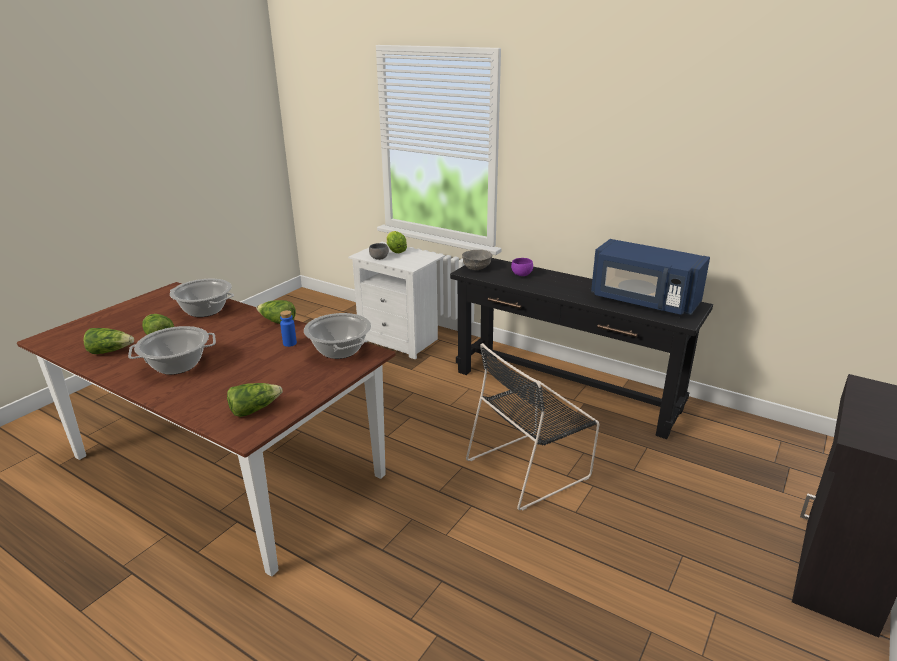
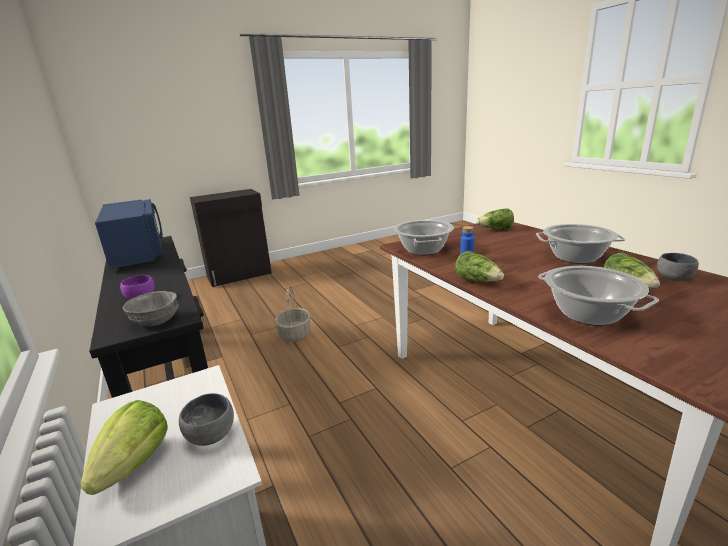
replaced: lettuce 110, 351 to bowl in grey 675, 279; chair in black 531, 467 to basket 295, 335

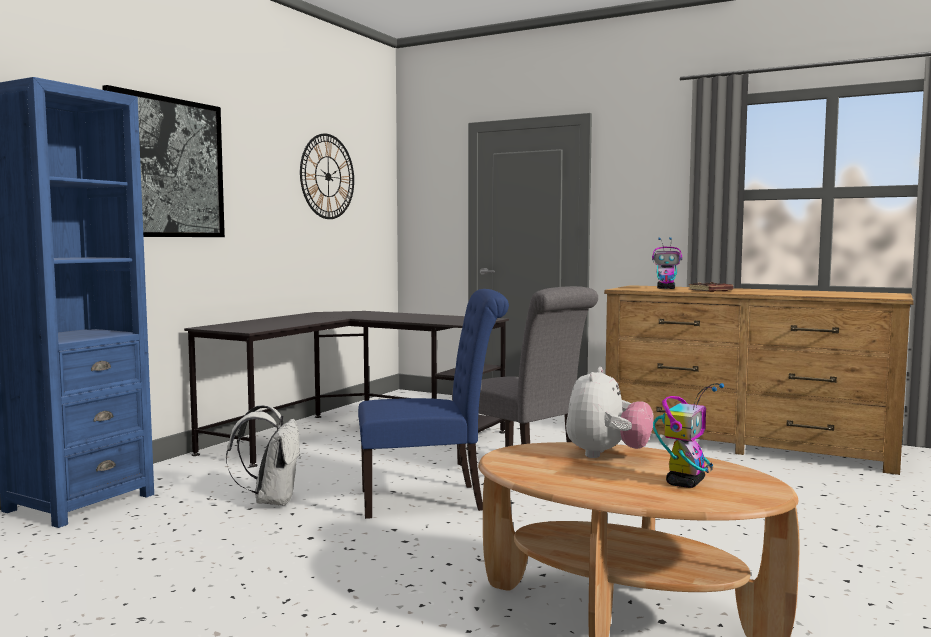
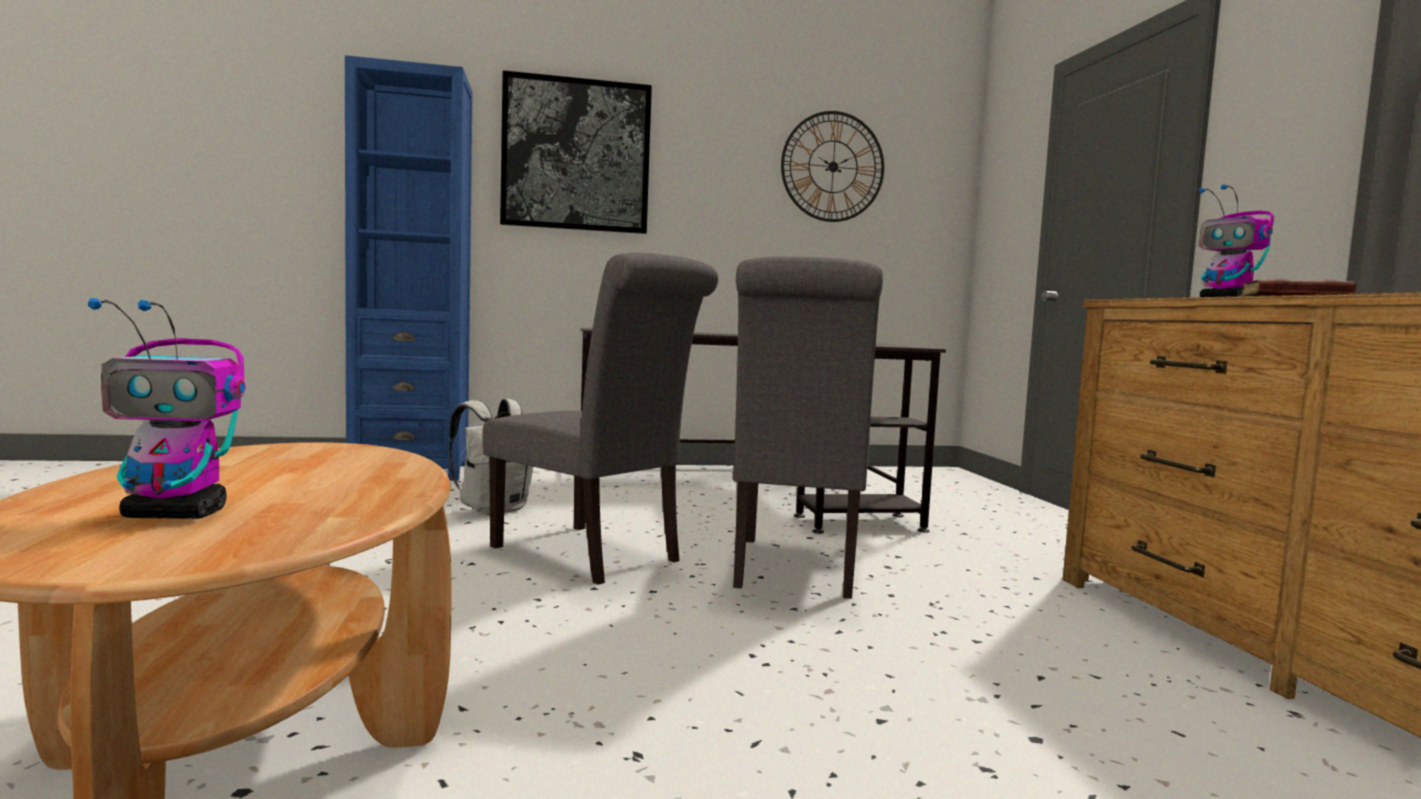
removed: plush toy 606, 455
recoloured: chair in blue 430, 500 to chair in grey 594, 556

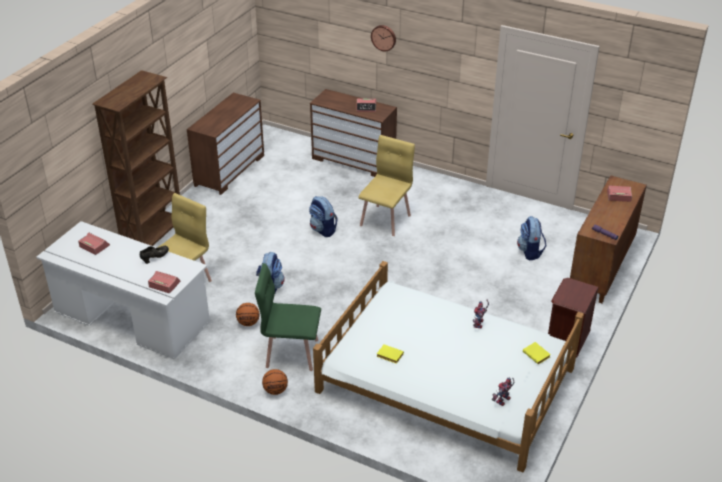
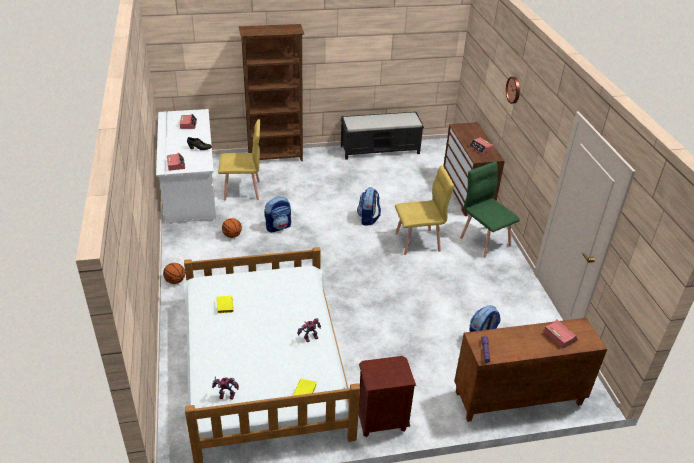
moved: chair in green 291, 353 to 485, 241
replaced: dresser in brown 229, 170 to bench in black 380, 150

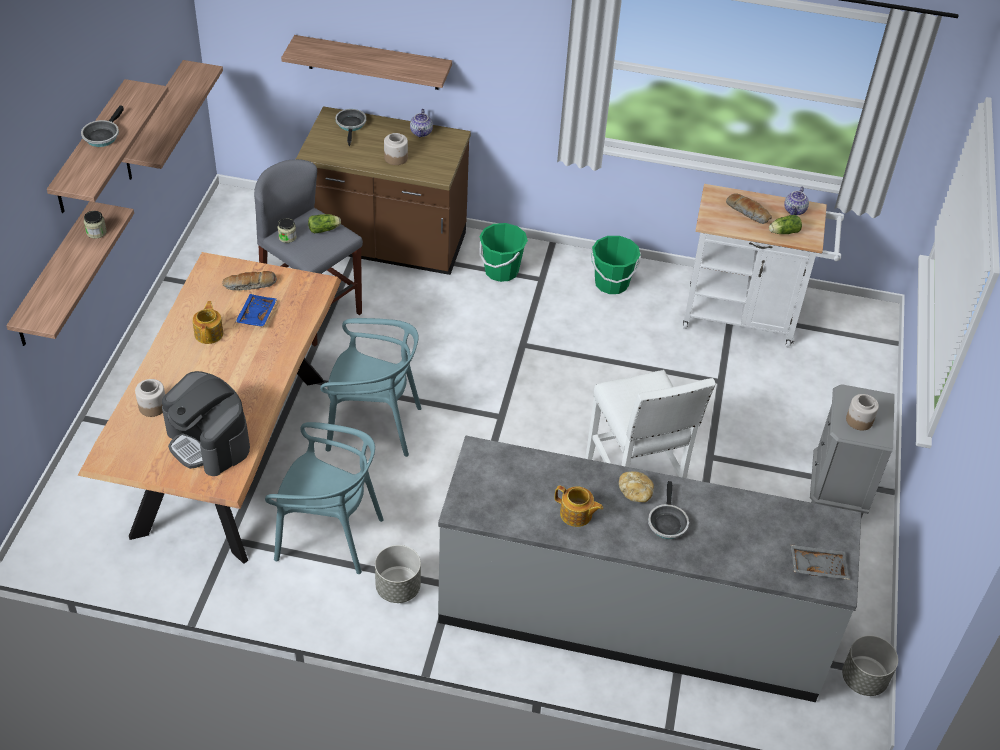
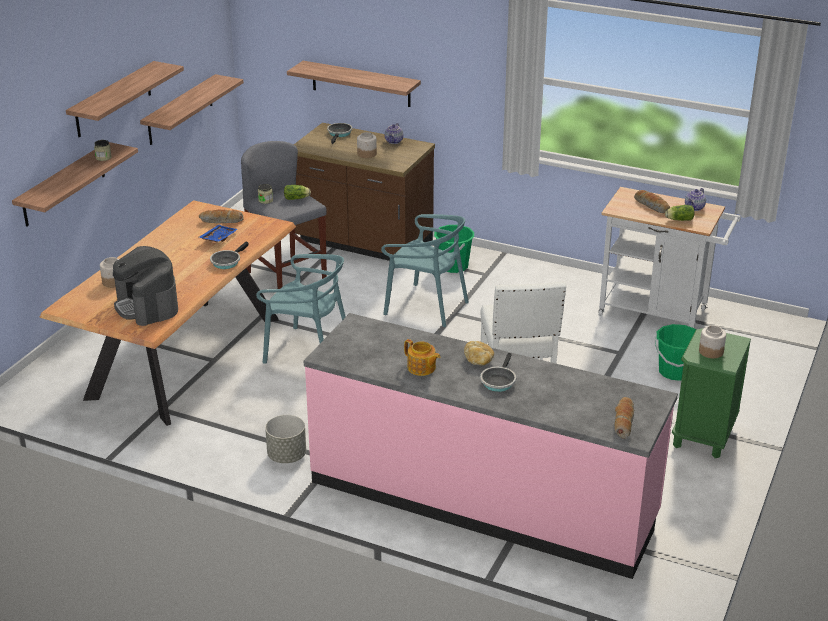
removed: teapot 209, 333; planter in grey 863, 679
moved: frying pan 102, 135 to 227, 261; chair in turquoise 329, 535 to 426, 306; bucket in green 611, 283 to 675, 372
replaced: tray in grey 817, 566 to bread 623, 422
recoloured: counter in grey 631, 618 to counter in pink 482, 499; nightstand in grey 837, 490 to nightstand in green 703, 436

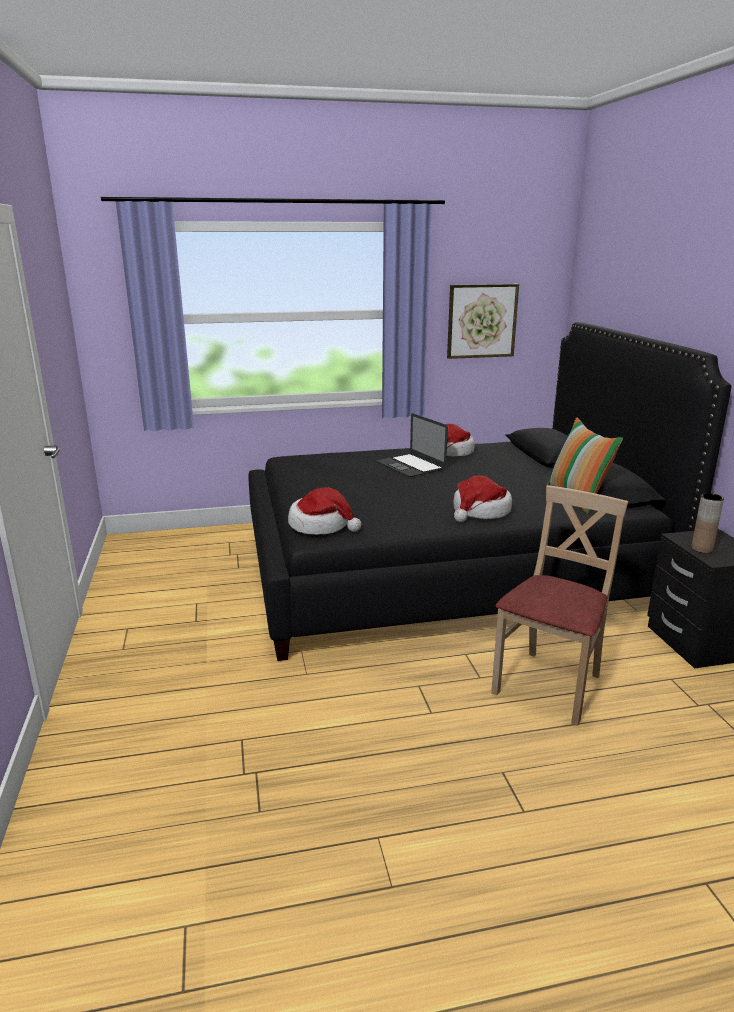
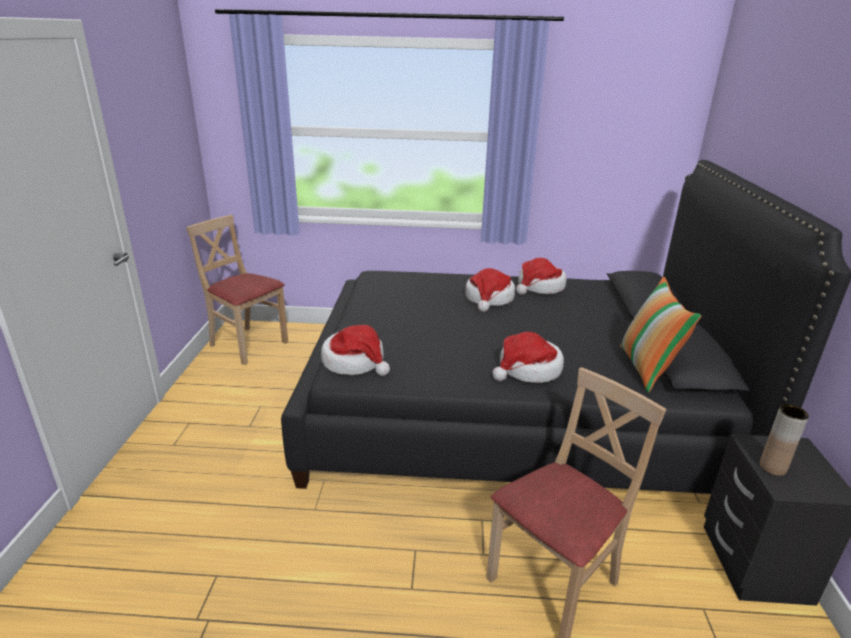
removed: picture 481, 321
added: chair in beige 248, 344
replaced: laptop 411, 465 to hat 489, 299

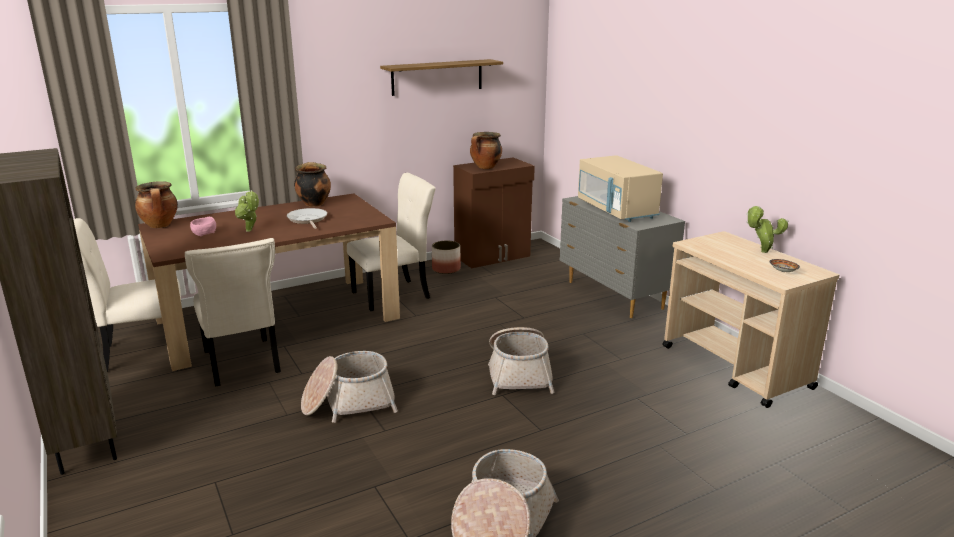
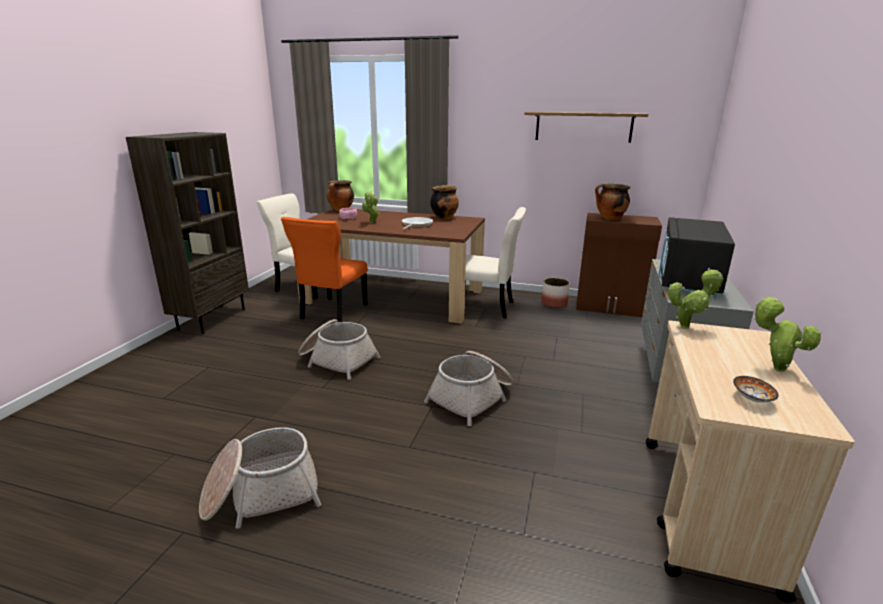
added: potted plant 687, 327
recoloured: chair in beige 242, 364 to chair in orange 332, 313; microwave in beige 616, 210 to microwave in black 687, 281

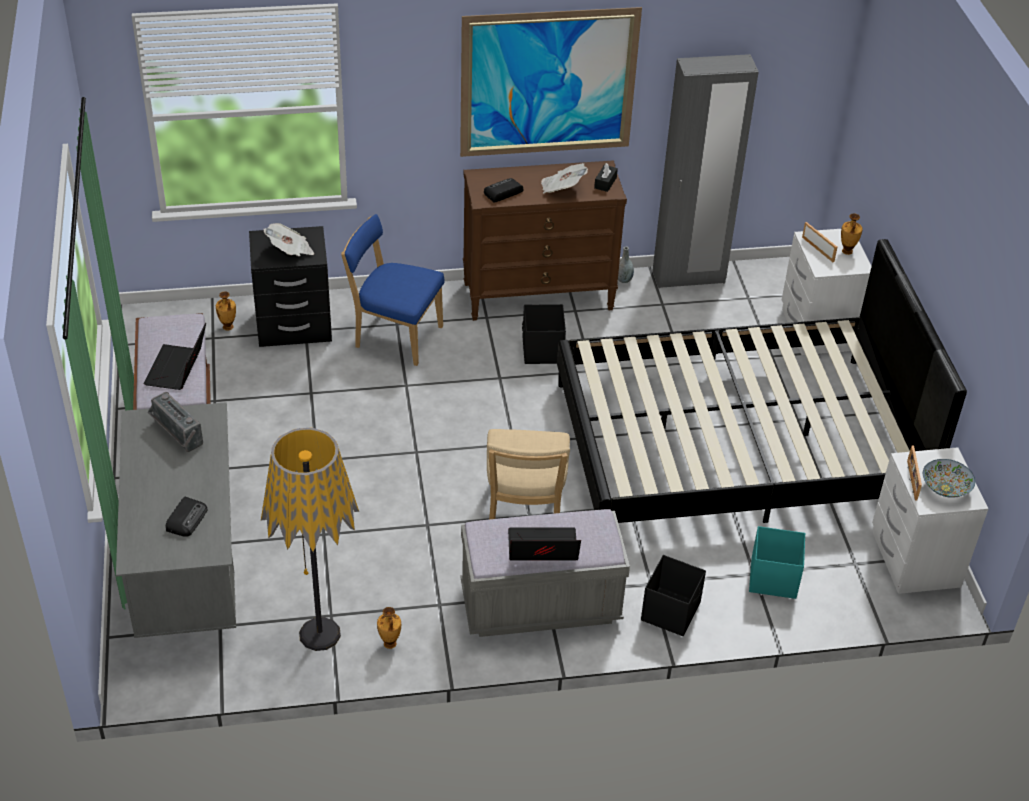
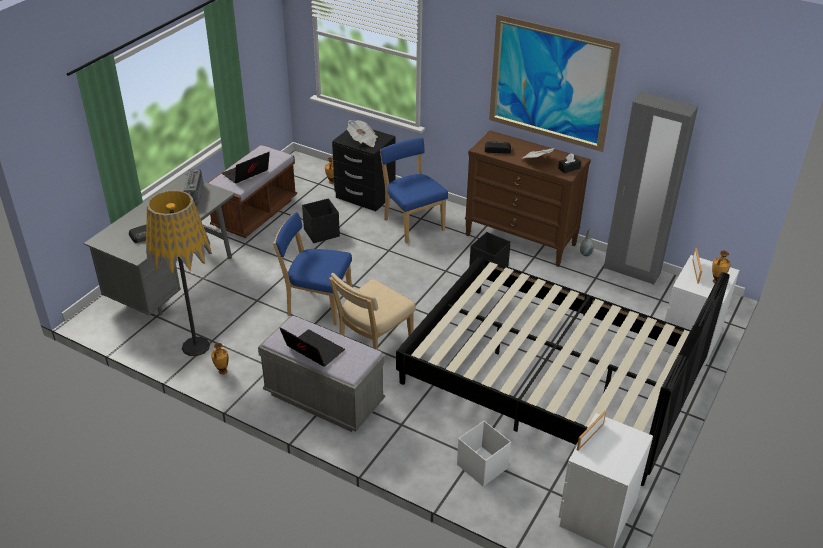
removed: bowl 945, 488
added: chair in blue 316, 304
moved: storage box in black 671, 611 to 322, 233
recoloured: storage box in turquoise 772, 578 to storage box in white 482, 466

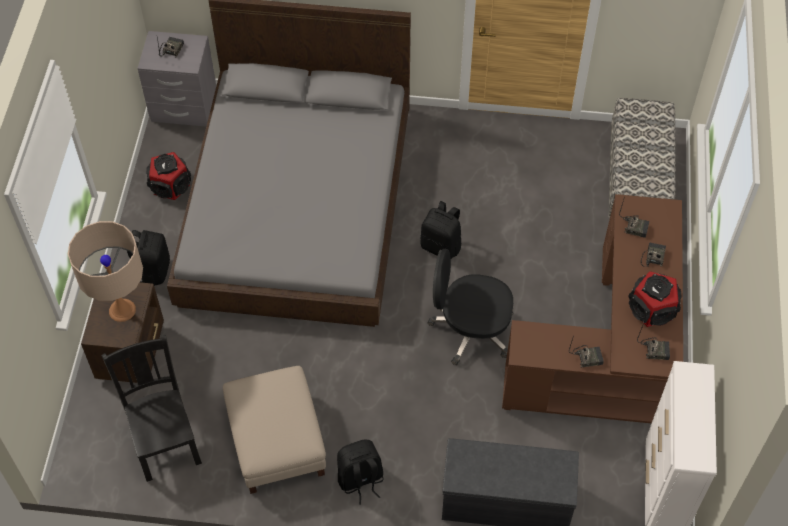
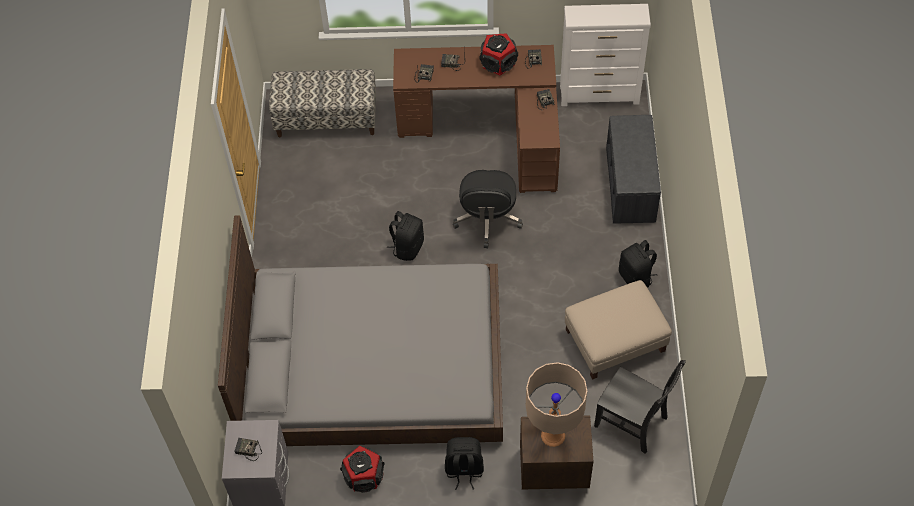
turned: chair in black 165, 440 = 633, 423 120 degrees counterclockwise

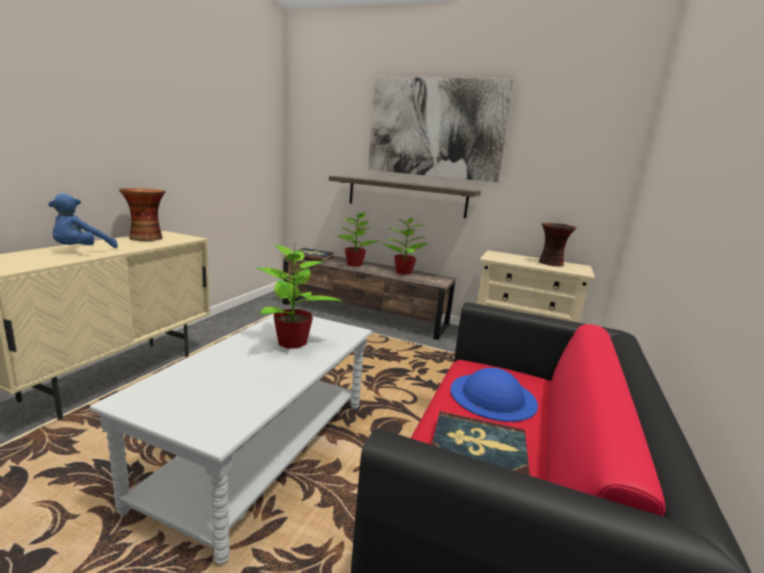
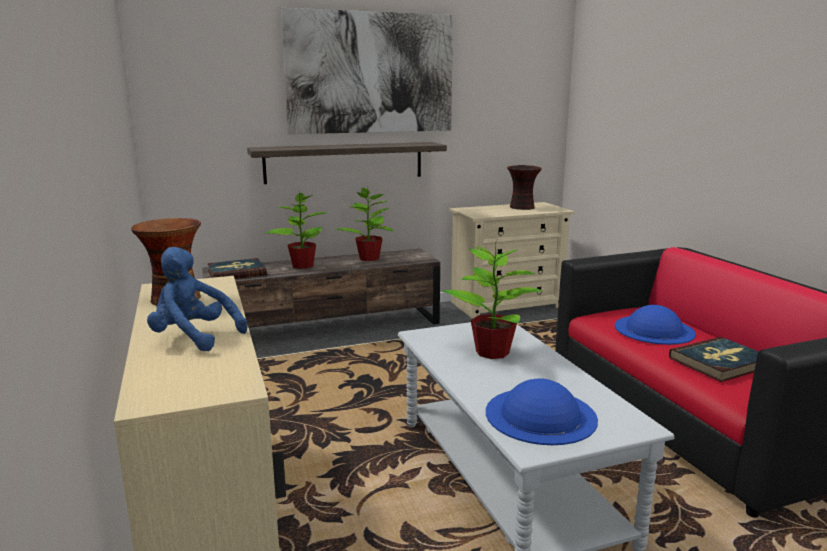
added: hat in blue 540, 415
turned: plush toy in blue 81, 251 = 193, 338 135 degrees clockwise

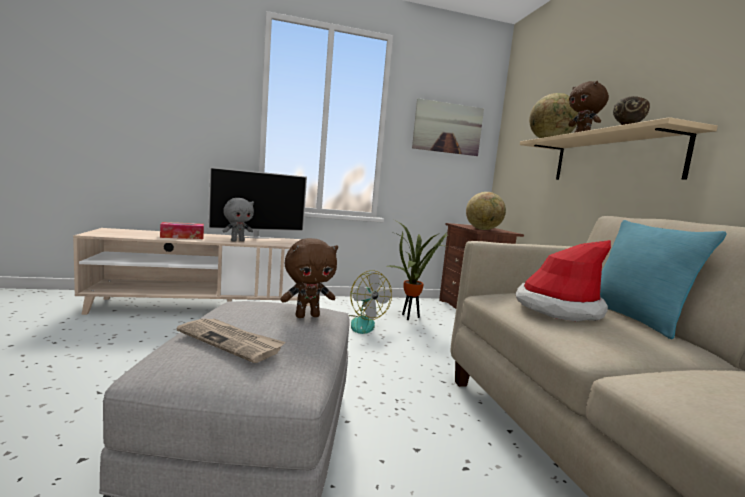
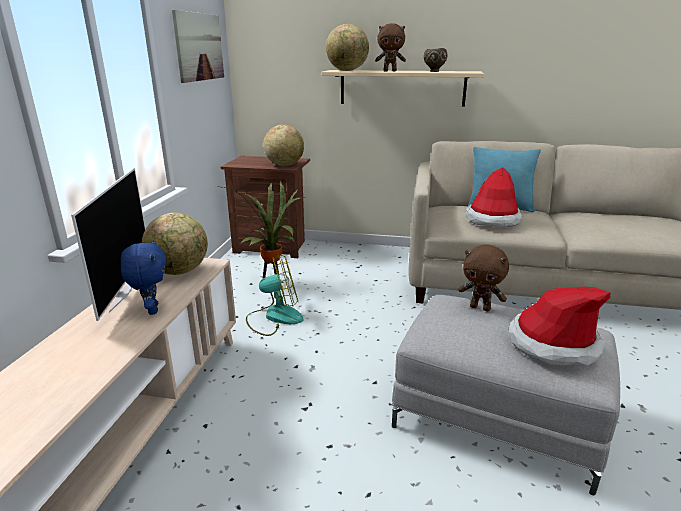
removed: tissue box 182, 237
added: globe 180, 271
replaced: newspaper 231, 341 to hat 552, 343
recoloured: plush toy in grey 237, 241 to plush toy in blue 151, 310
turned: plush toy in brown 307, 316 = 480, 308 120 degrees clockwise

